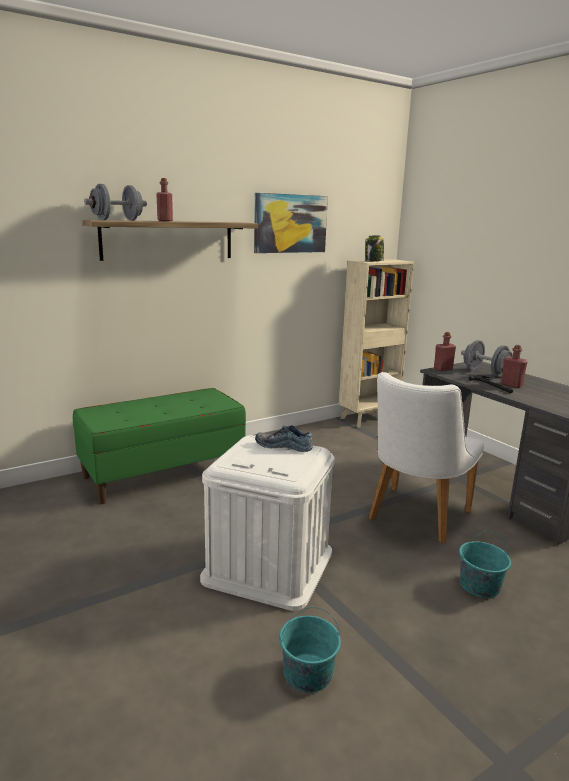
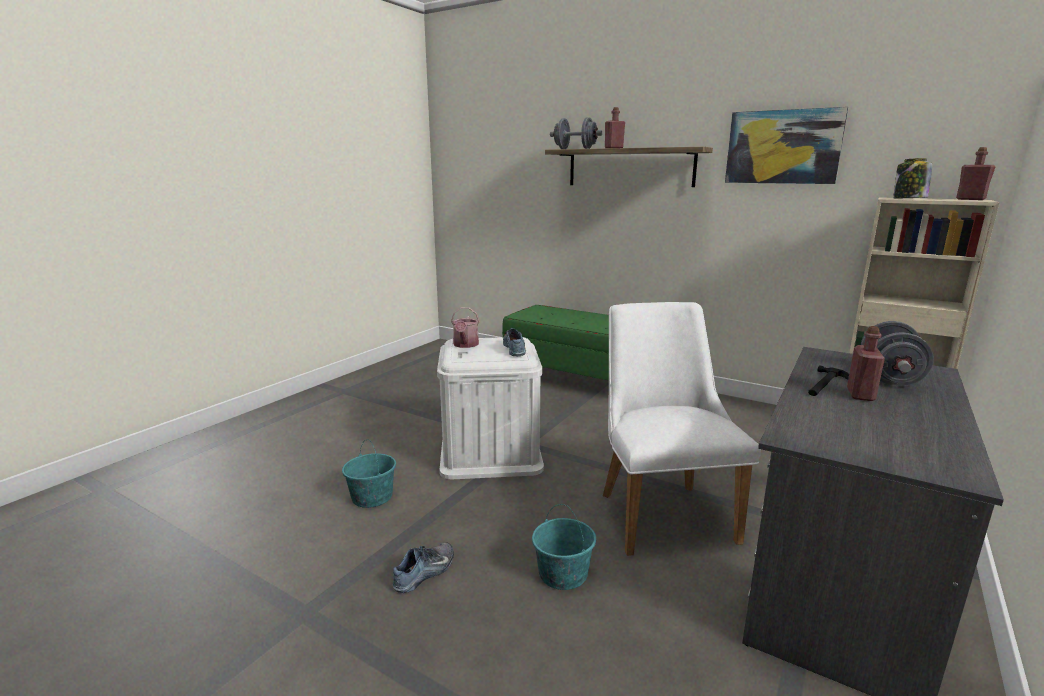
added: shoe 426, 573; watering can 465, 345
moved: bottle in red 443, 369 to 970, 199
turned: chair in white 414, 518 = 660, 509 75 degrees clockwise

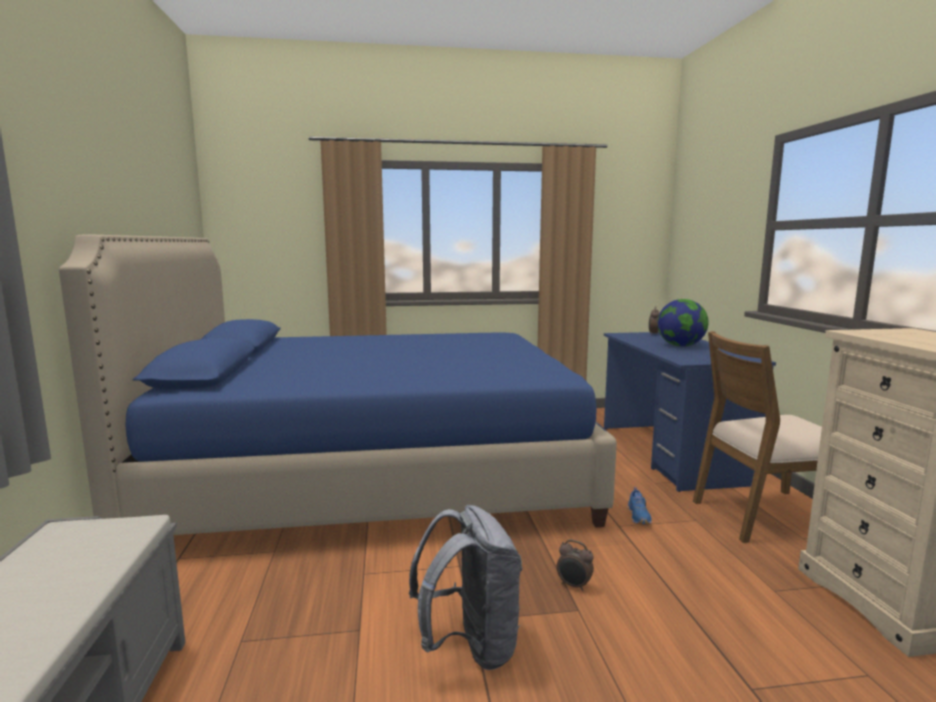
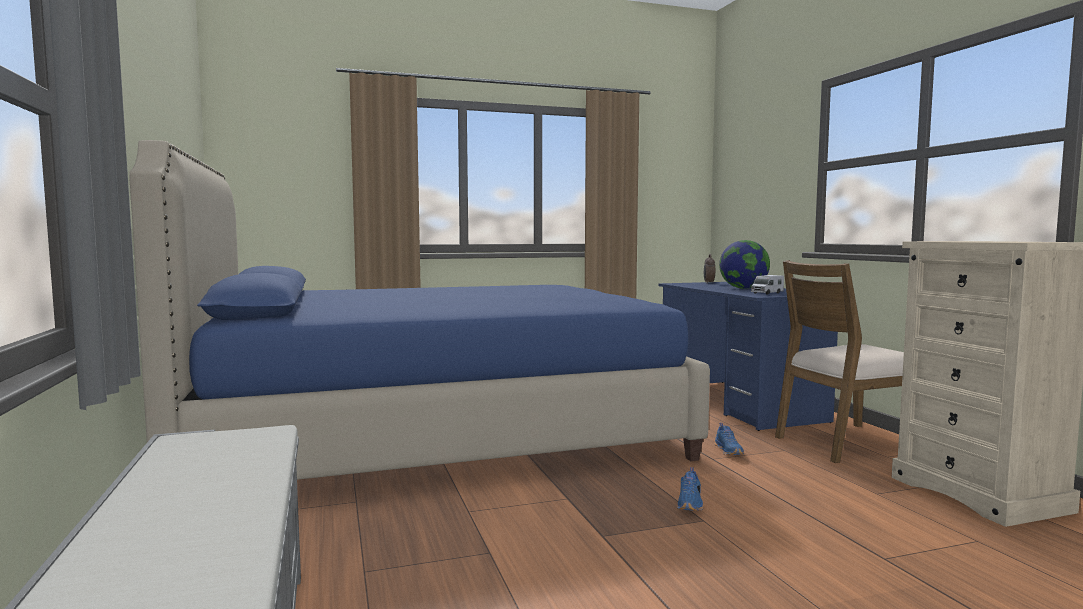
removed: backpack in grey 470, 646
added: toy truck 766, 293
replaced: alarm clock 574, 586 to shoe in blue 690, 504

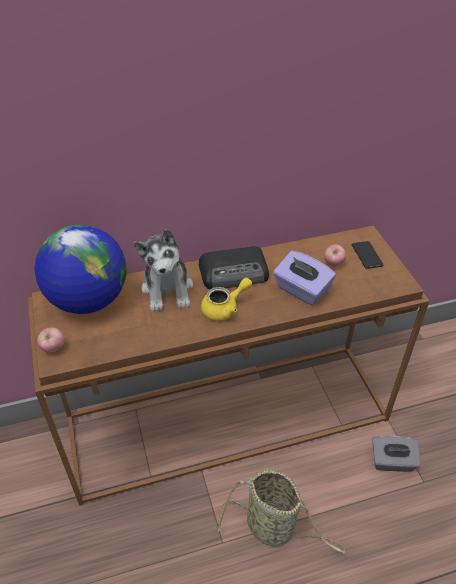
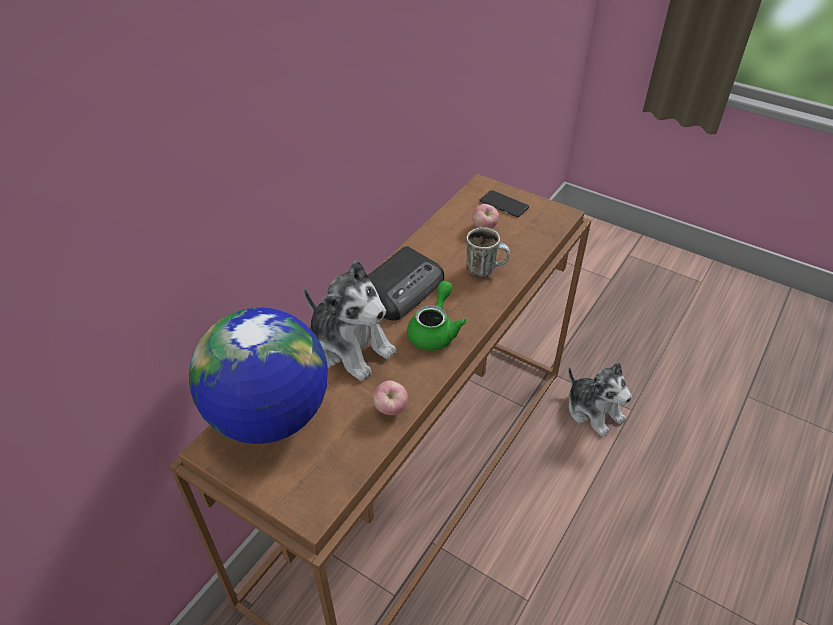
removed: basket 273, 528
moved: apple 53, 348 to 391, 409
replaced: tissue box in purple 301, 290 to mug 485, 269; tissue box in grey 392, 462 to plush toy 593, 411
recoloured: teapot in yellow 225, 309 to teapot in green 435, 331

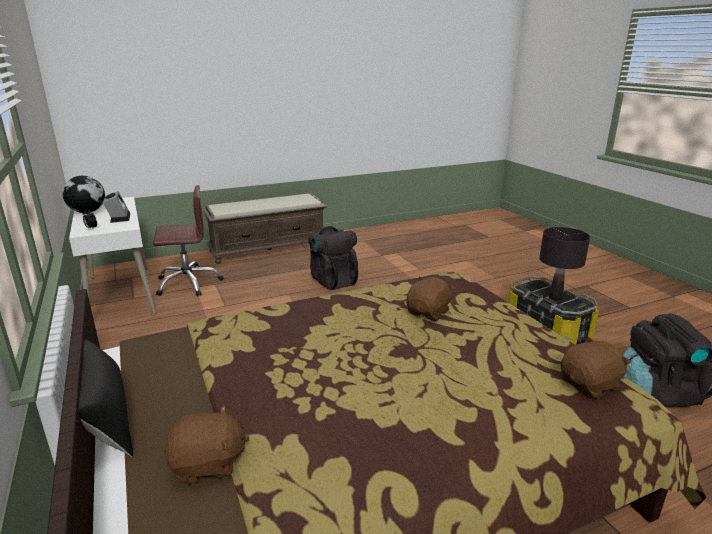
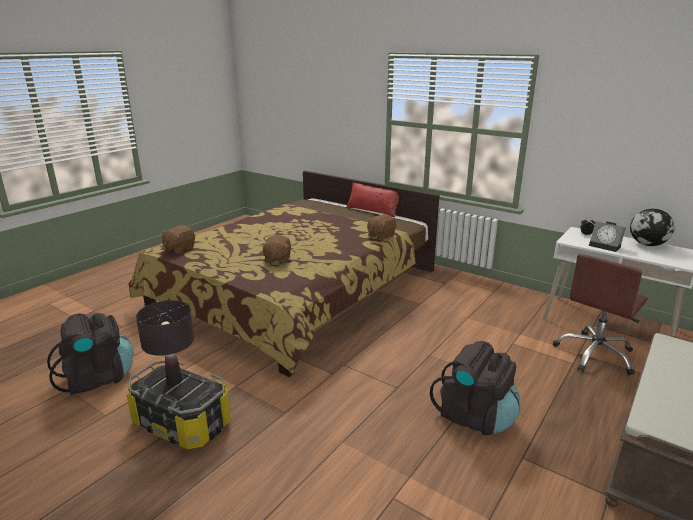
moved: plush toy in brown 208, 464 to 380, 236
recoloured: pillow in black 106, 416 to pillow in red 373, 210

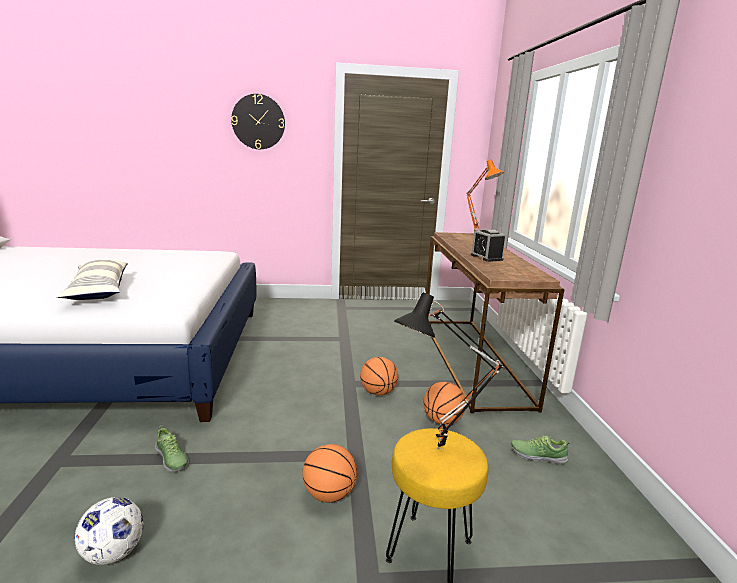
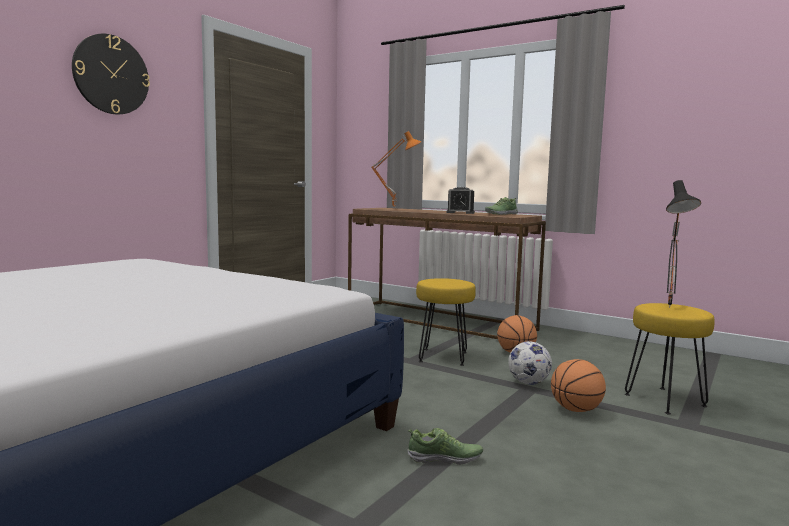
removed: pillow 98, 290
moved: football 113, 553 to 528, 383; shoe 537, 455 to 501, 214
replaced: basketball 378, 392 to stool in yellow 443, 357

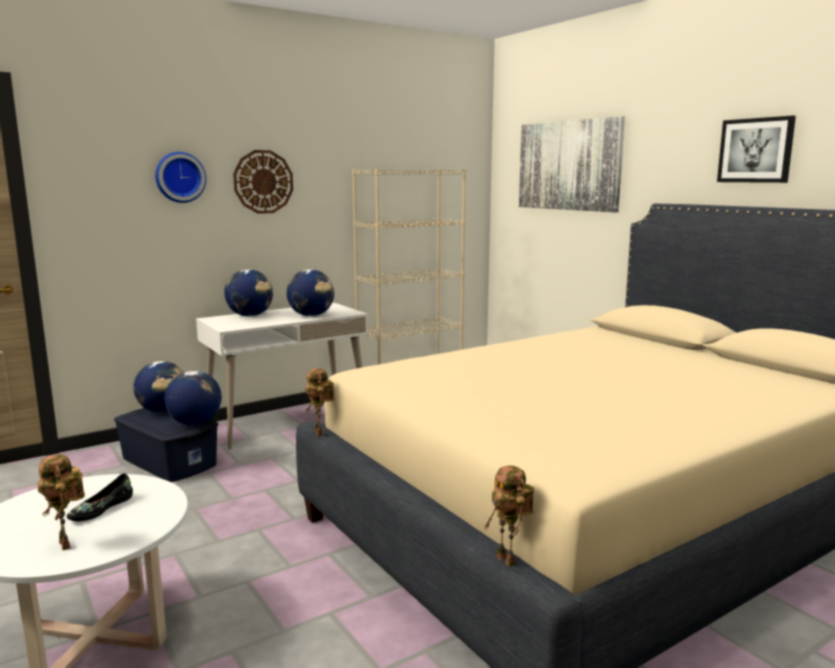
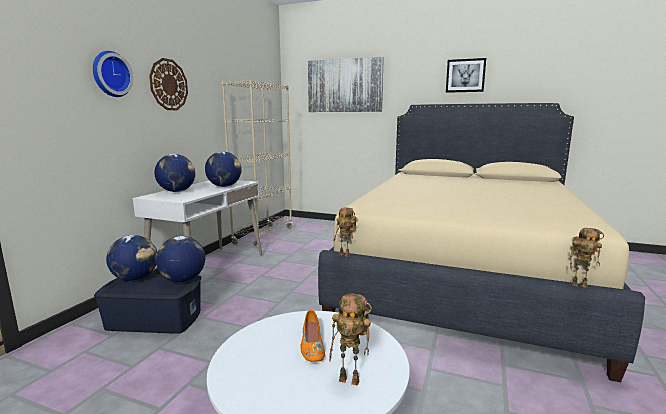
recoloured: shoe in black 100, 508 to shoe in orange 311, 346

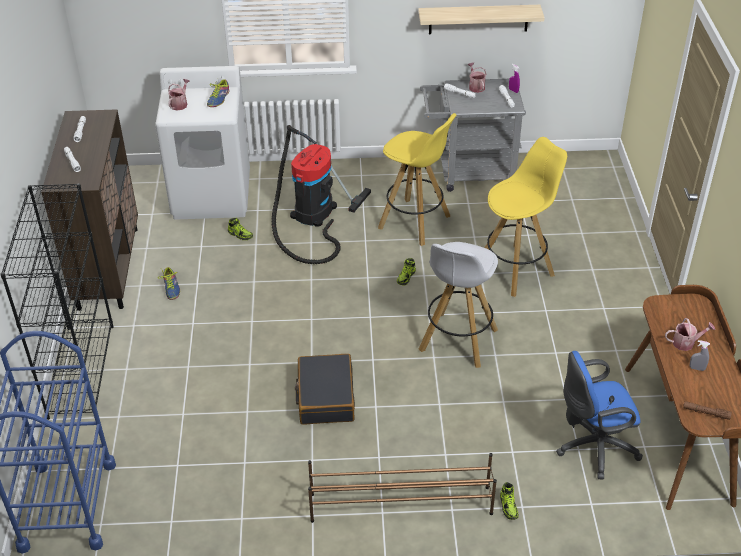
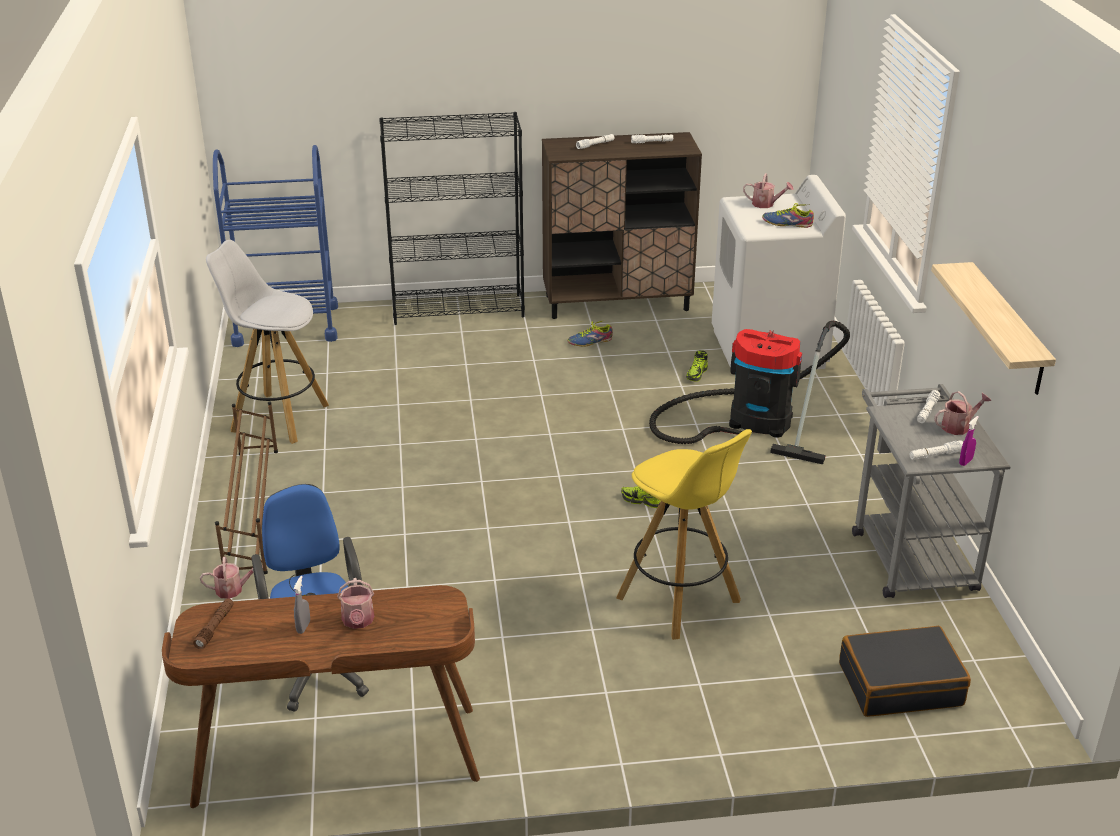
removed: stool in yellow 415, 222
moved: suitcase in black 325, 397 to 900, 684; stool in white 457, 341 to 278, 418
replaced: shoe 508, 506 to watering can 233, 589

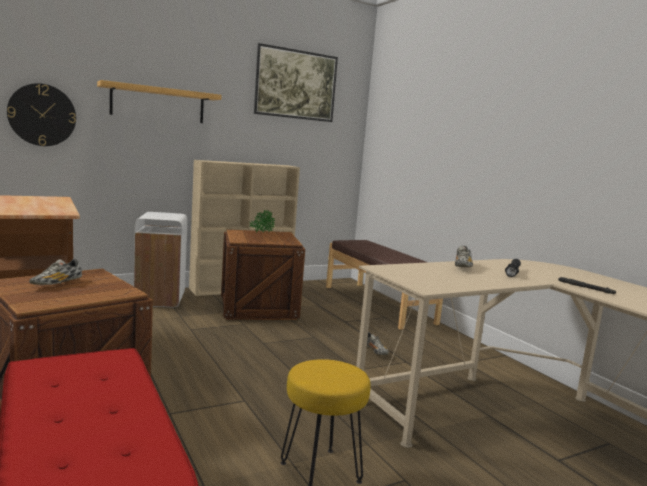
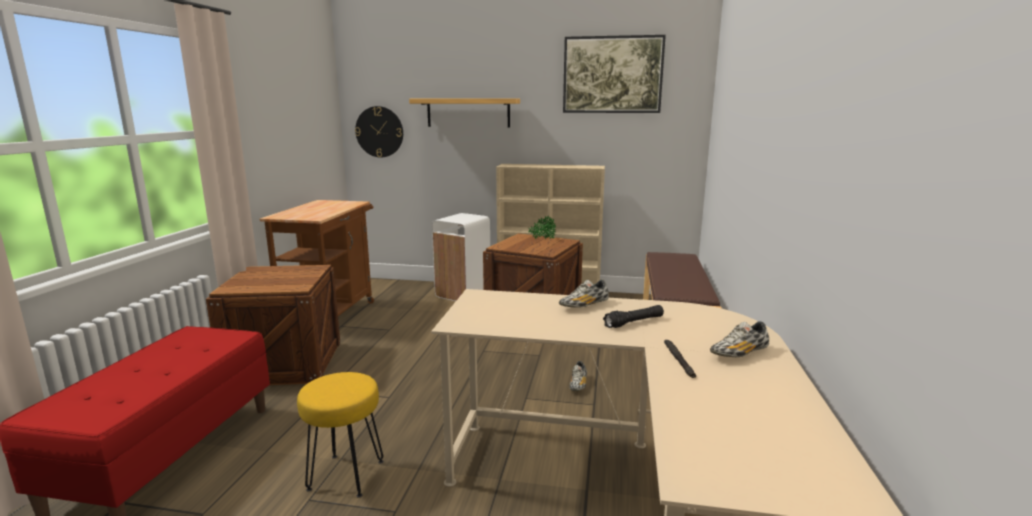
moved: shoe 57, 284 to 739, 354

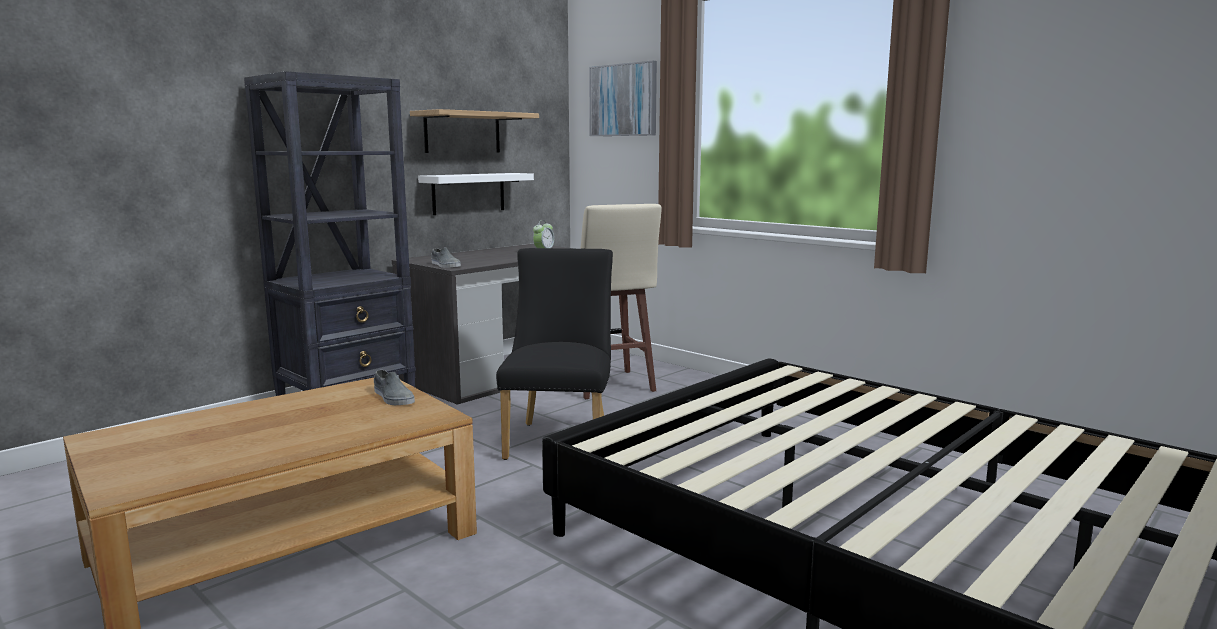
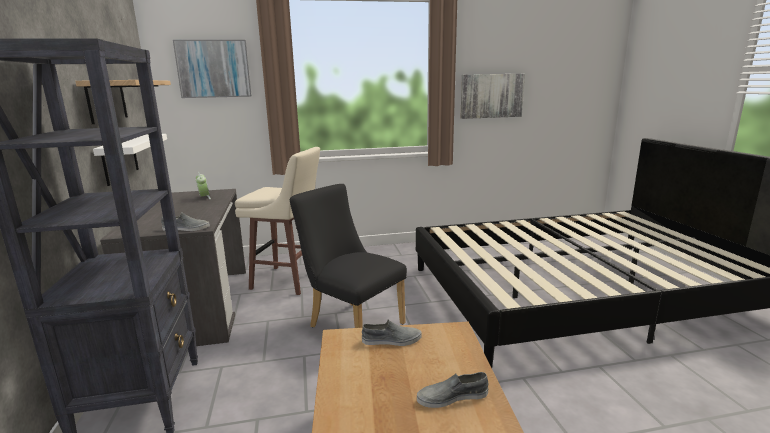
added: shoe in grey 452, 396; picture 491, 96

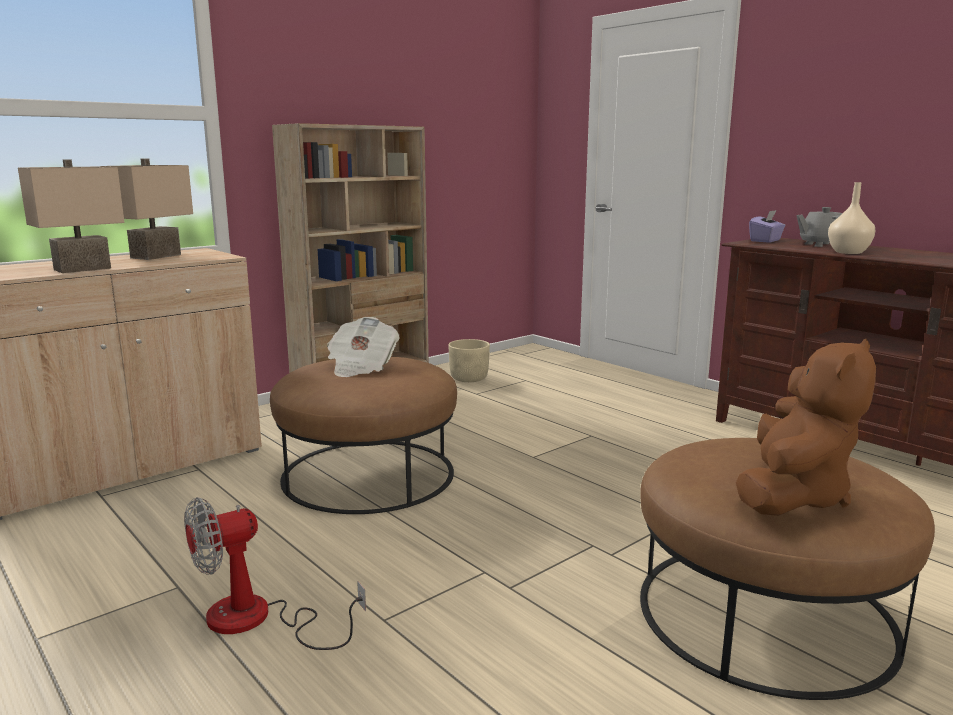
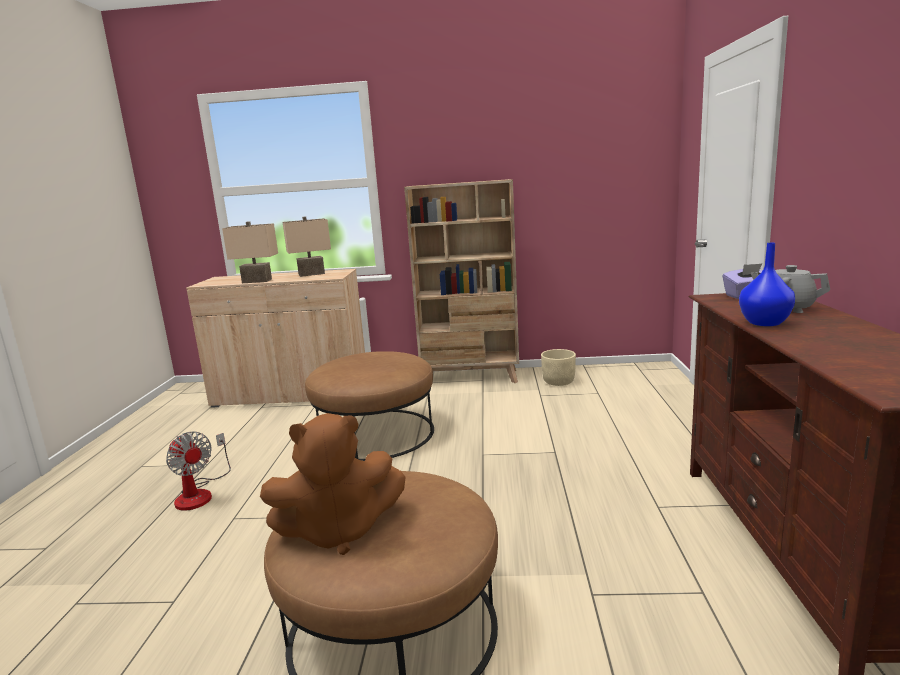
removed: newspaper 361, 367
recoloured: vase in beige 847, 252 to vase in blue 763, 323
turned: fan 257, 620 = 200, 493 150 degrees counterclockwise

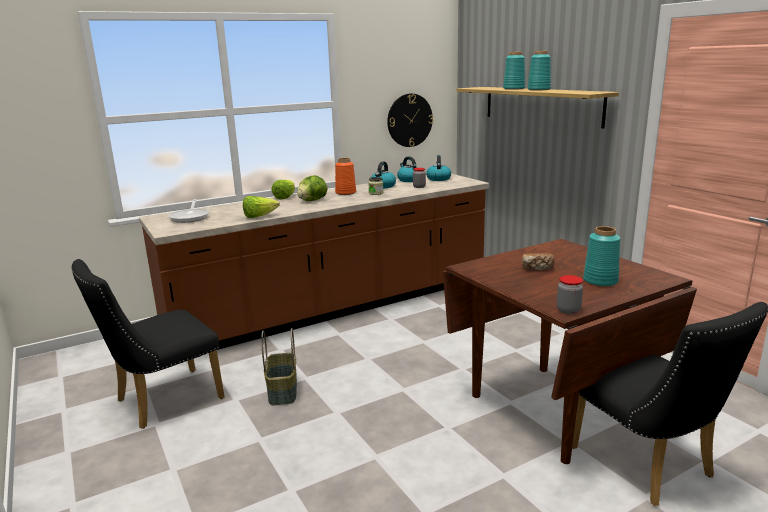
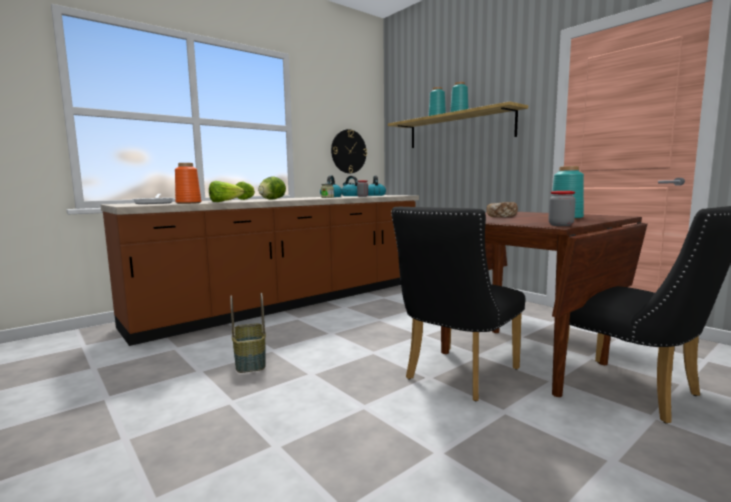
moved: chair in black 162, 401 to 456, 376; vase in orange 345, 193 to 188, 203

